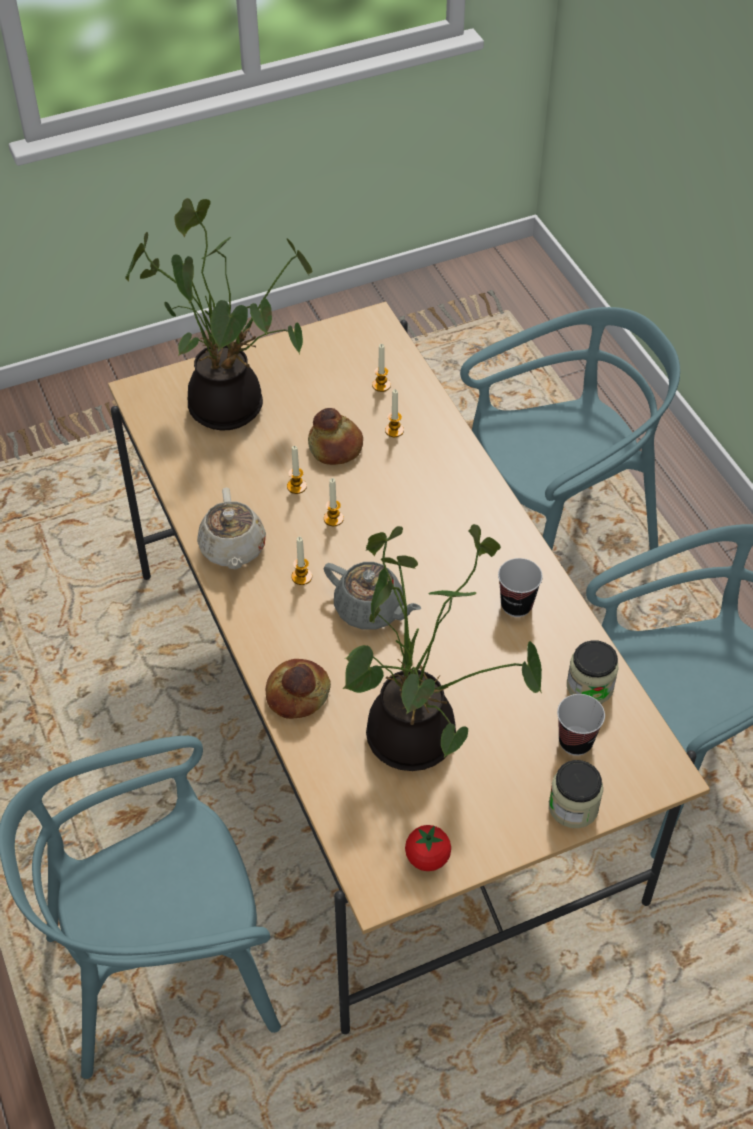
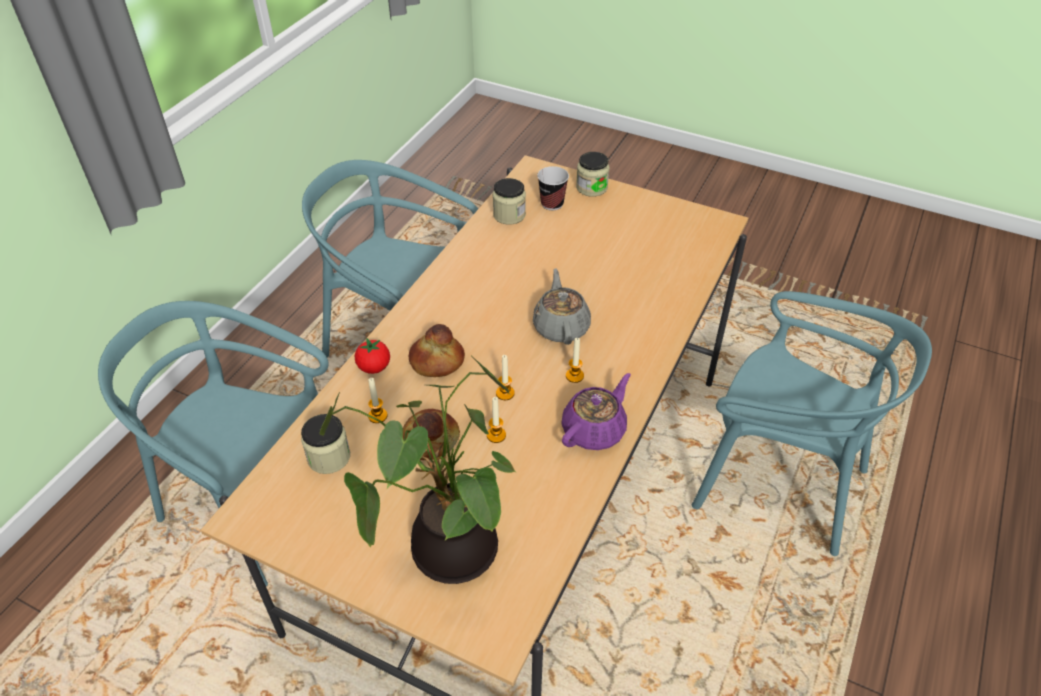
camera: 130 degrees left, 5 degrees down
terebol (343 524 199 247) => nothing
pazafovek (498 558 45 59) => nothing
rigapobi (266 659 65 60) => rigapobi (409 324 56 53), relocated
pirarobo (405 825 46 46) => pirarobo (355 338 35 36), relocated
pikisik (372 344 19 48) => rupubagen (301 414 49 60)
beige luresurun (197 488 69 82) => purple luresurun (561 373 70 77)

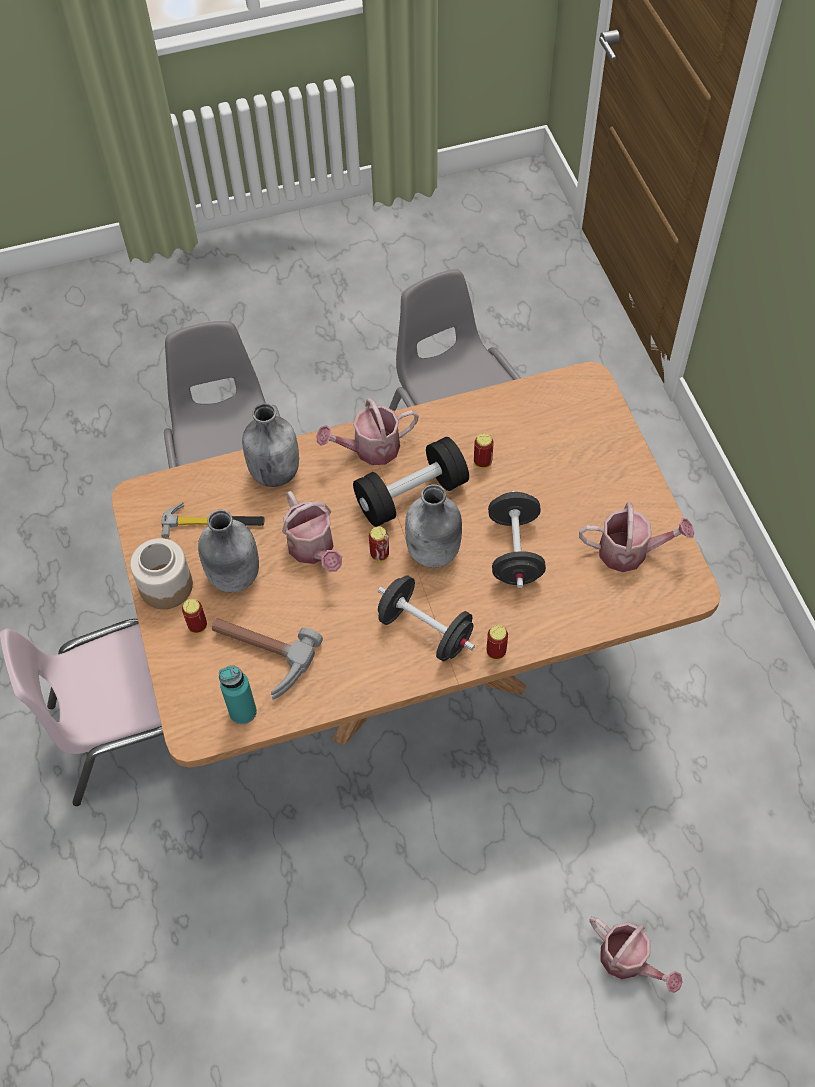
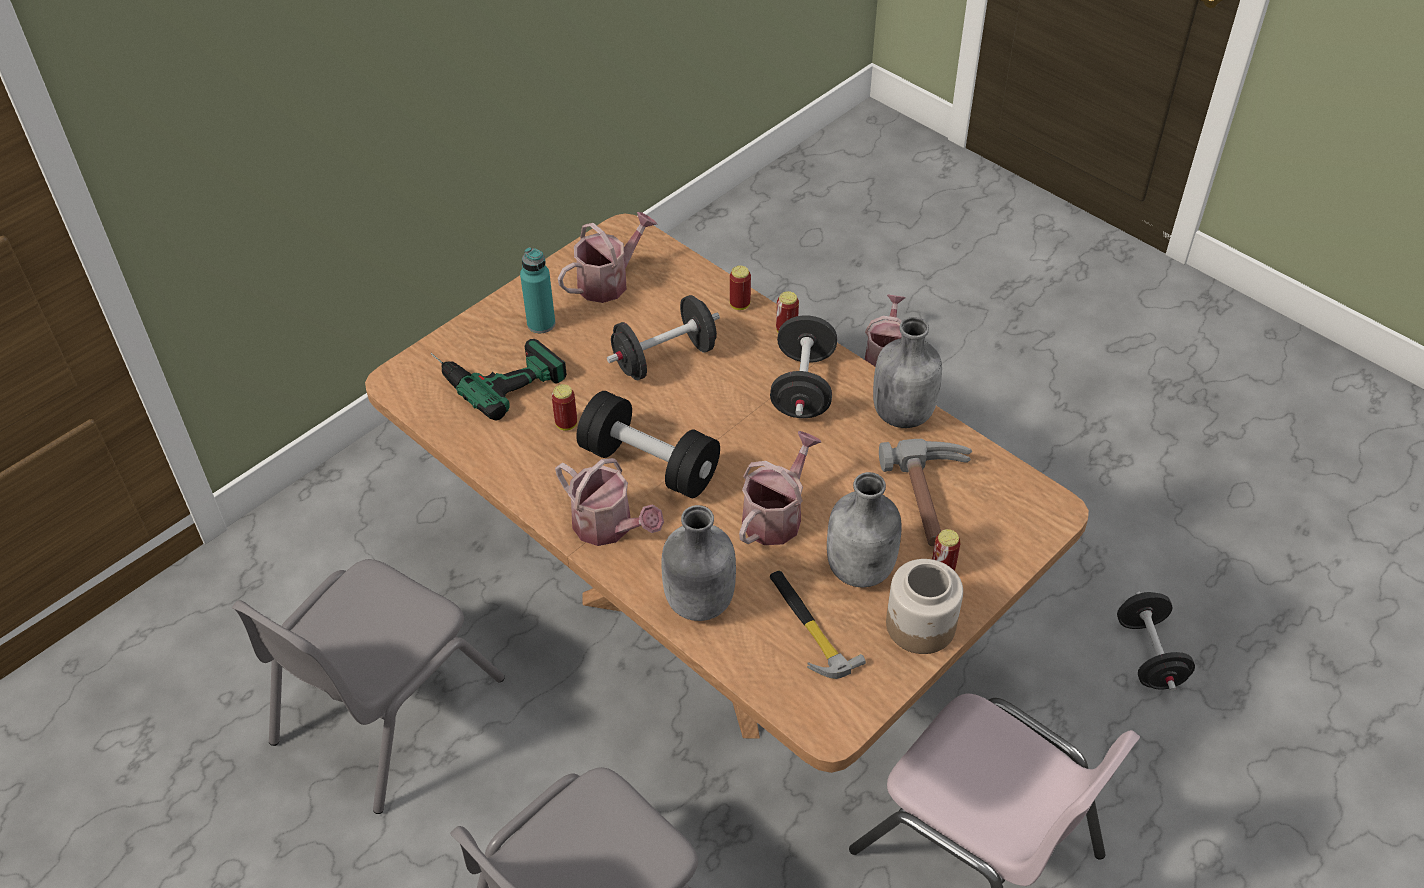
camera: 120 degrees left, 10 degrees down
nothing => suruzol (431 339 136 82)
nothing => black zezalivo (1117 591 78 100)
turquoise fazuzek (219 665 38 59) => turquoise fazuzek (520 247 35 86), relocated
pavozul (369 526 20 36) => pavozul (730 266 21 44), relocated
grey fazuzek (405 484 57 84) => grey fazuzek (873 317 69 111), relocated
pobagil (579 502 115 70) => pobagil (558 212 99 91), 75 degrees clockwise

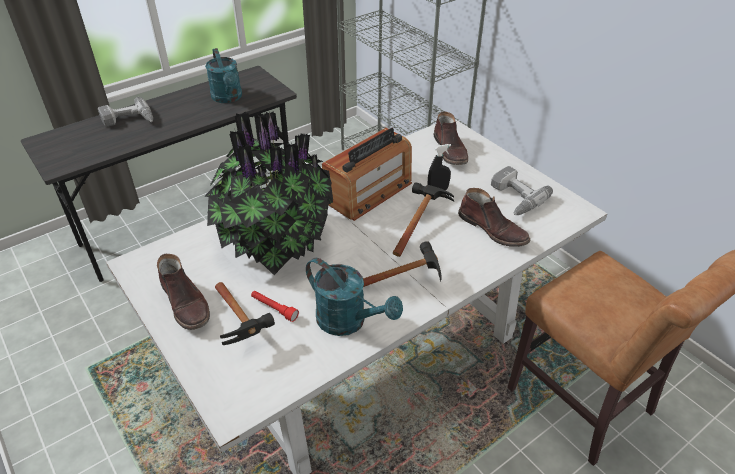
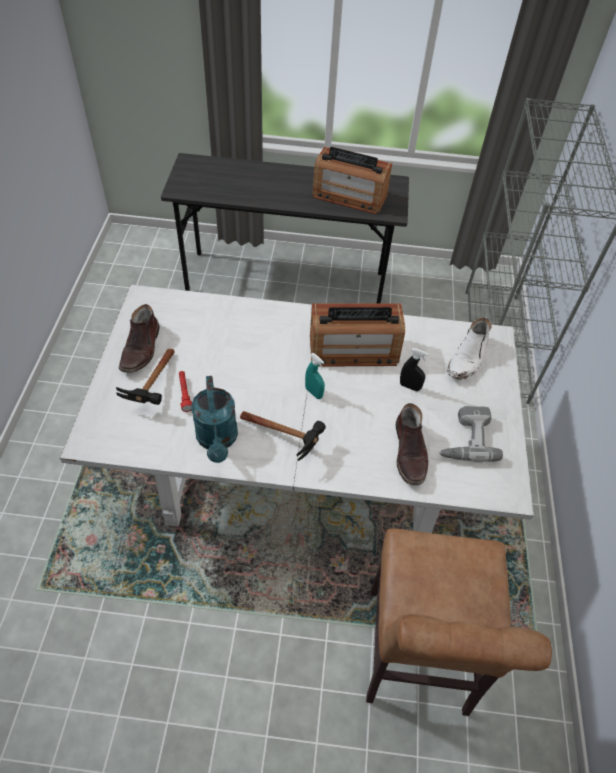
camera: 40 degrees right, 10 degrees up
suruzol (98 97 55 30) => nothing
terebol (204 111 129 164) => nothing
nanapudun (393 182 61 75) => nothing
nothing => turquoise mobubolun (305 353 20 46)
turquoise pobagil (205 48 37 55) => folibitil (312 147 80 67)
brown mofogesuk (434 111 34 54) => white mofogesuk (447 317 45 63)

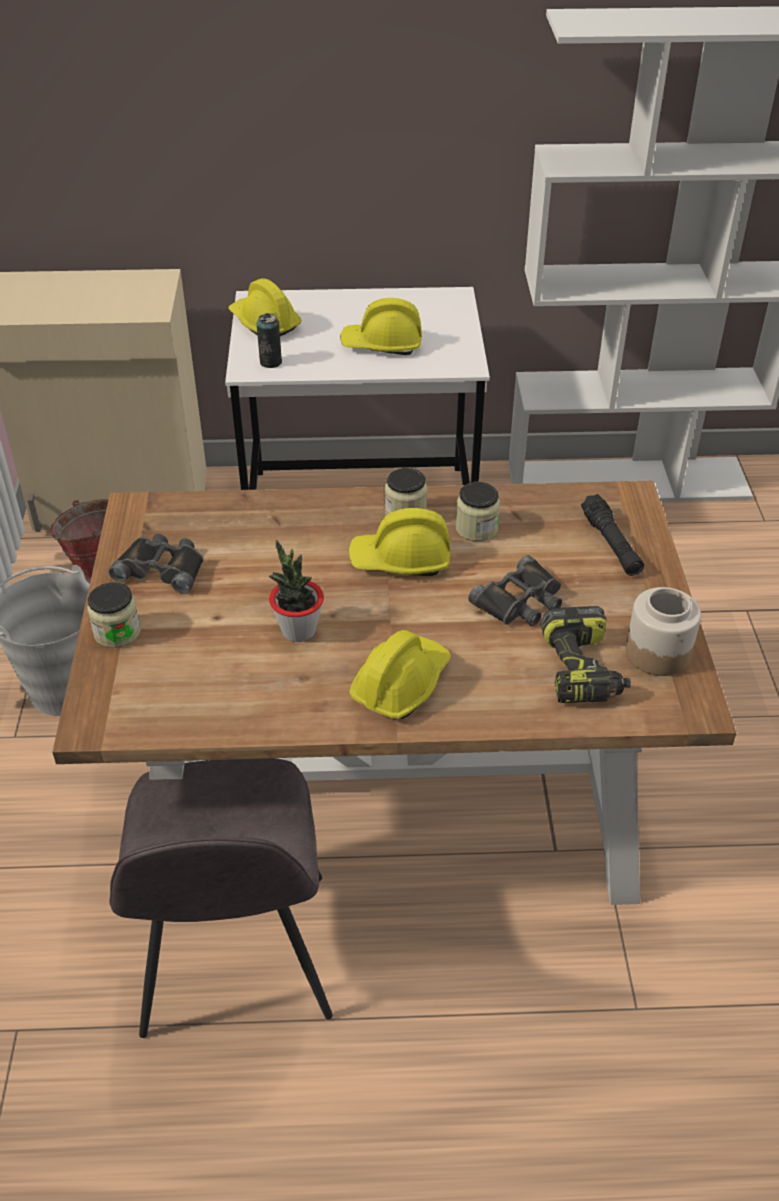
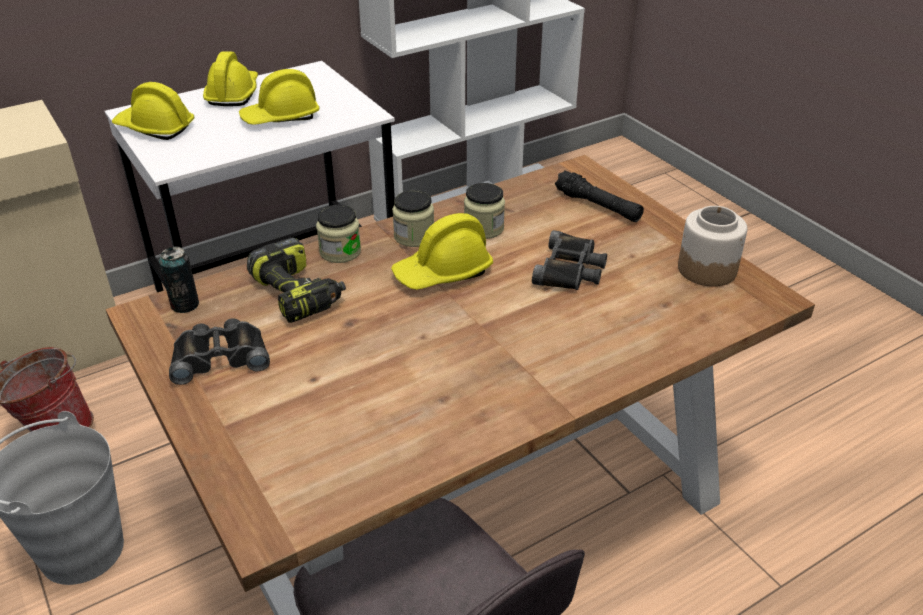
camera: 30 degrees left, 5 degrees down
terebol (268 540 56 102) => nothing
rupubagen (87 582 54 66) => rupubagen (316 205 45 58), relocated
pavozul (256 313 26 55) => pavozul (159 246 40 67), relocated
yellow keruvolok (349 630 102 89) => yellow keruvolok (203 51 55 55), relocated
suruzol (541 606 90 97) => suruzol (247 237 99 86), relocated

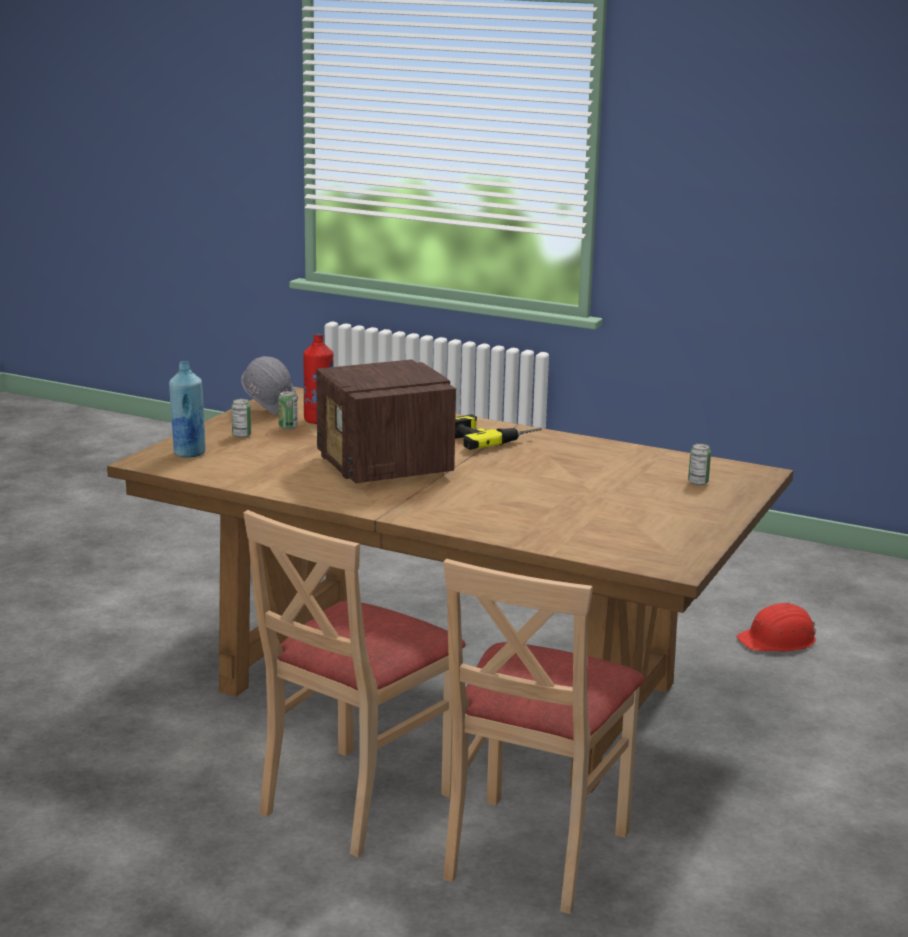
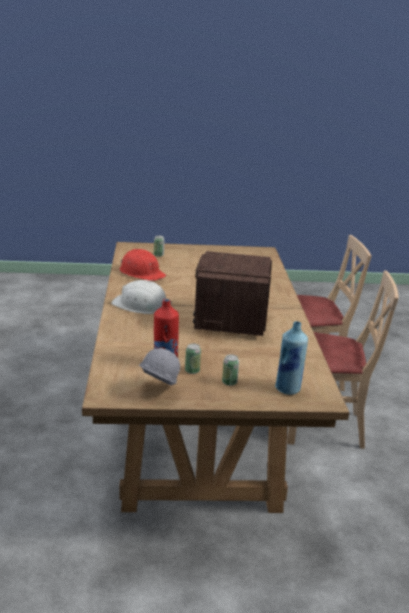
camera: 120 degrees left, 5 degrees up
red keruvolok (737 603 79 49) => red keruvolok (120 249 46 32), relocated
suruzol (455 414 87 36) => white keruvolok (111 280 61 34)
folibitil (316 359 140 124) => folibitil (193 251 79 85), 150 degrees clockwise

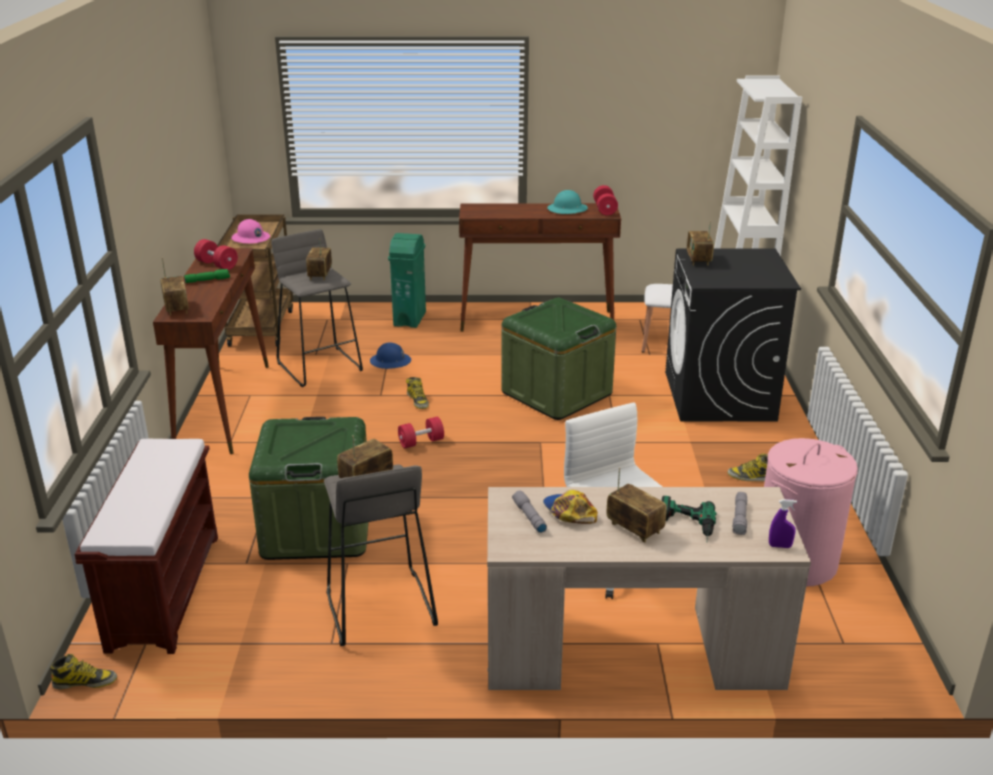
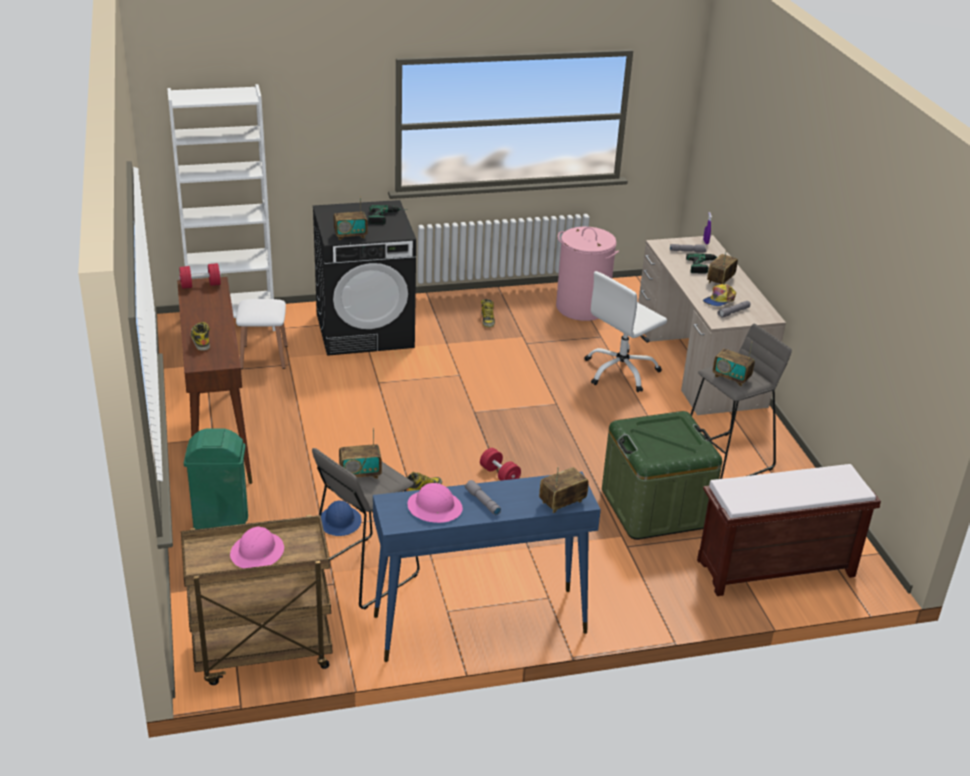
camera: 105 degrees left, 5 degrees up
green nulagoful (501 297 115 123) => nothing
turquoise keruvolok (547 190 41 24) => nothing
nothing => suruzol (369 205 38 19)
mofogesuk (51 654 66 35) => mofogesuk (191 322 19 29), relocated
red zezalivo (194 239 44 31) => pink keruvolok (407 483 56 40)
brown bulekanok (153 248 116 206) => blue bulekanok (373 472 228 190)
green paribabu (184 269 46 14) => grey paribabu (465 480 36 35)

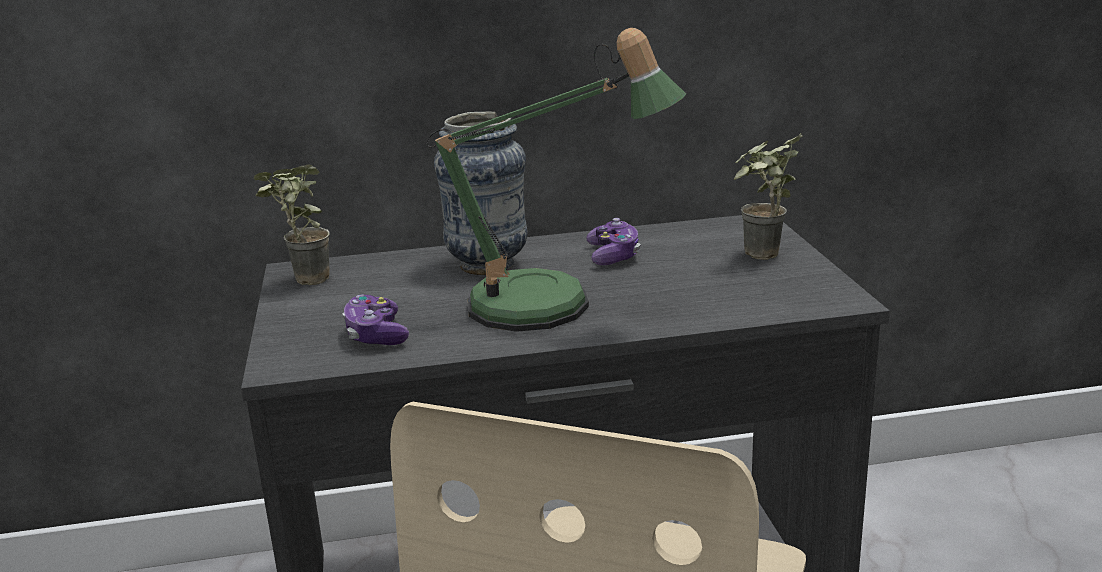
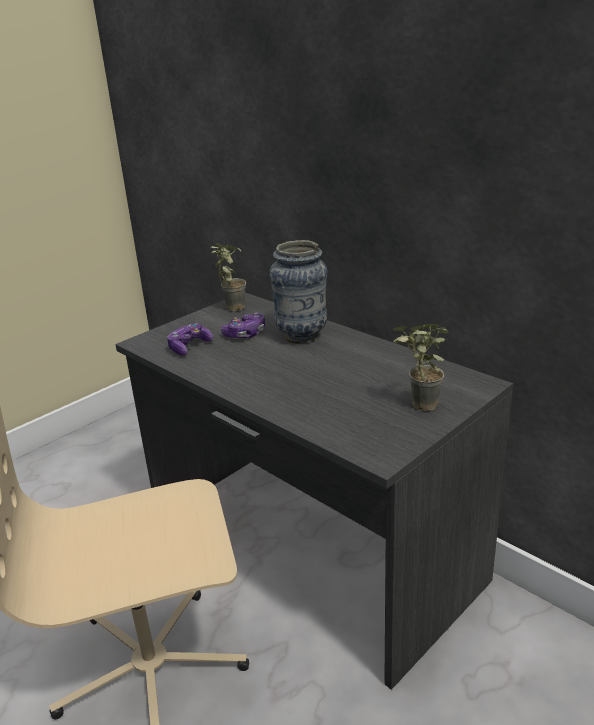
camera: 55 degrees right, 5 degrees up
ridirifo (427 28 259 304) => nothing
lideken (586 218 54 47) => lideken (221 312 44 26), relocated

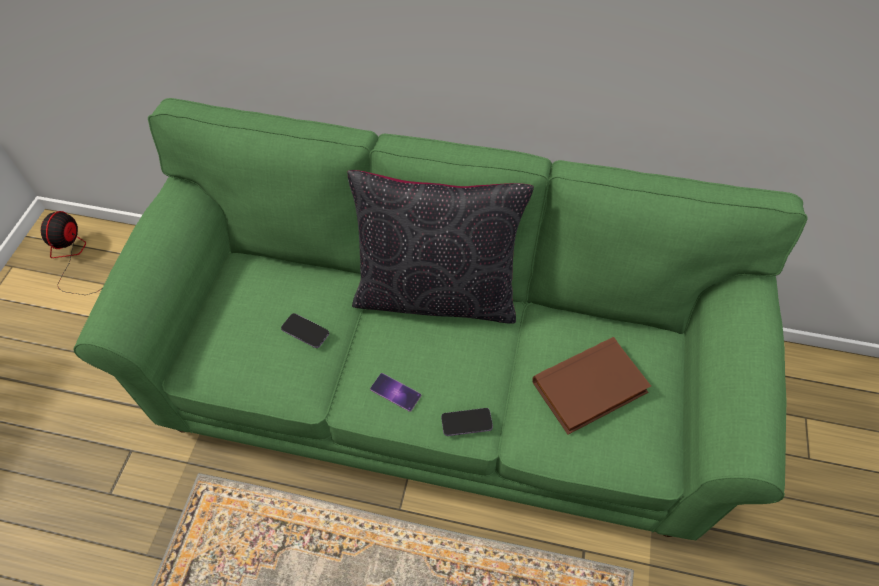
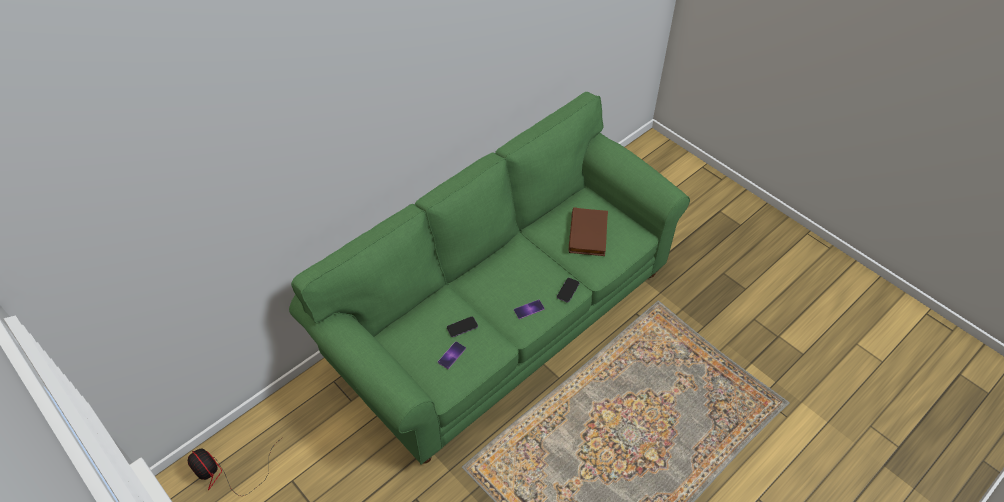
camera: 55 degrees left, 5 degrees down
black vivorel (348 170 186 154) => nothing
nothing => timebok (438 342 28 27)

